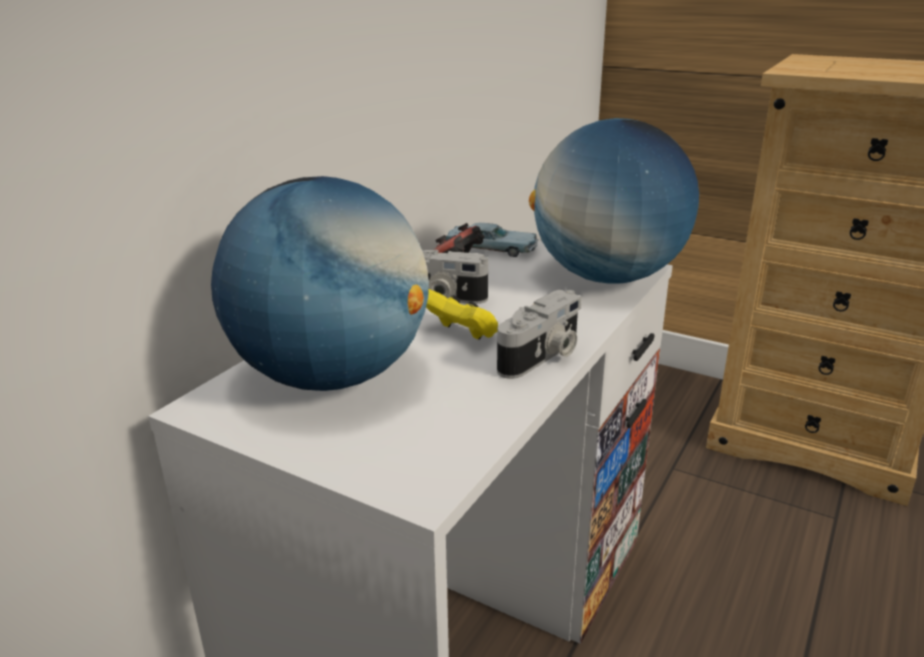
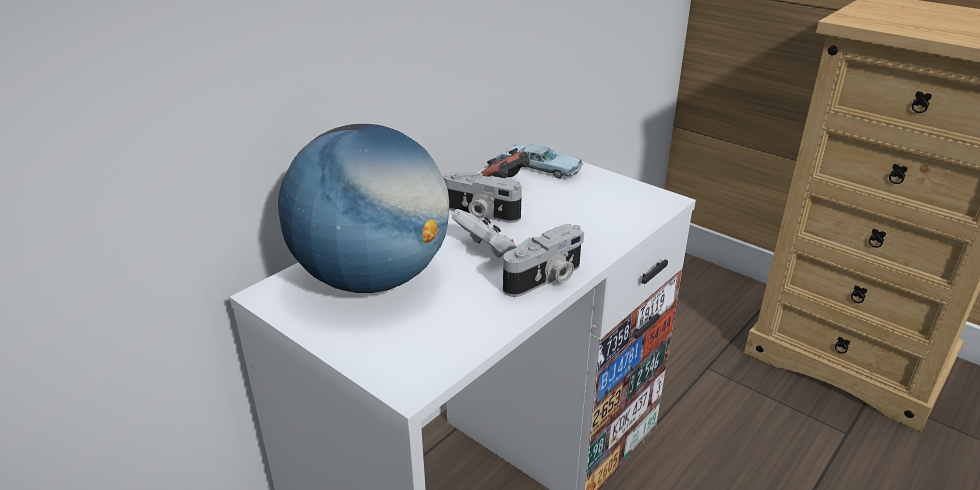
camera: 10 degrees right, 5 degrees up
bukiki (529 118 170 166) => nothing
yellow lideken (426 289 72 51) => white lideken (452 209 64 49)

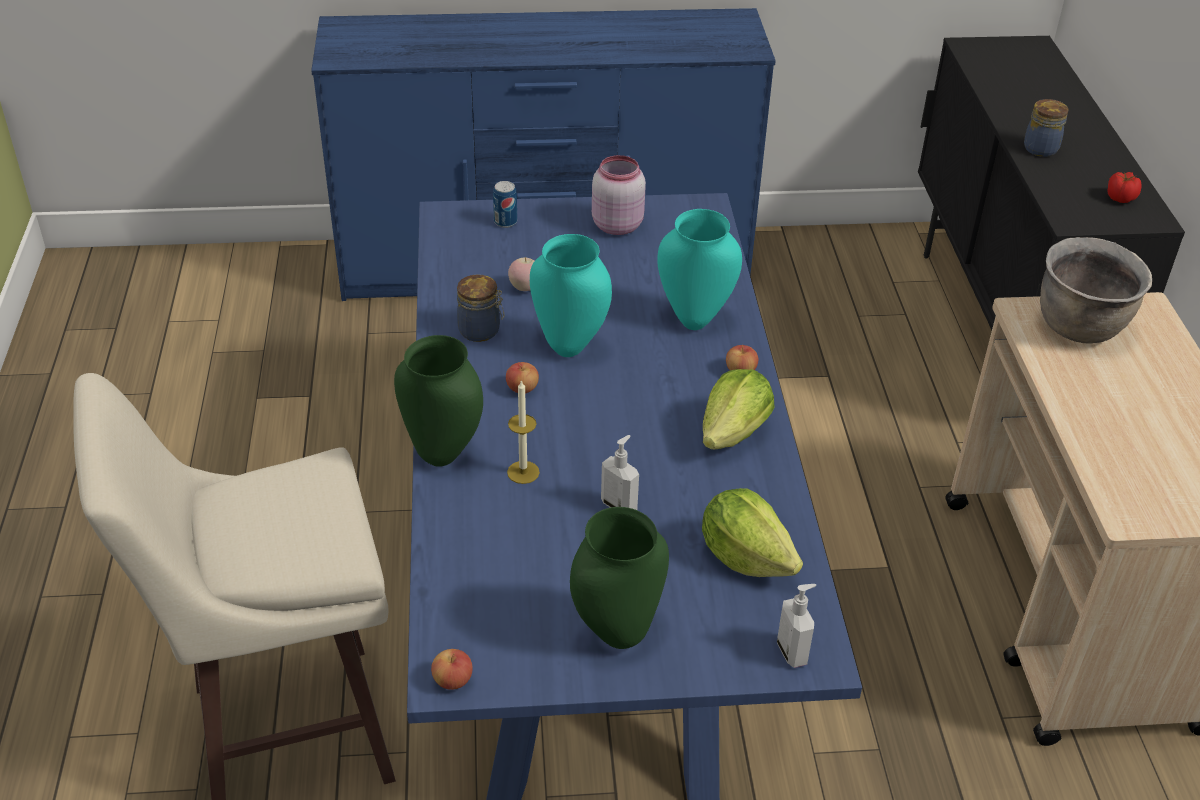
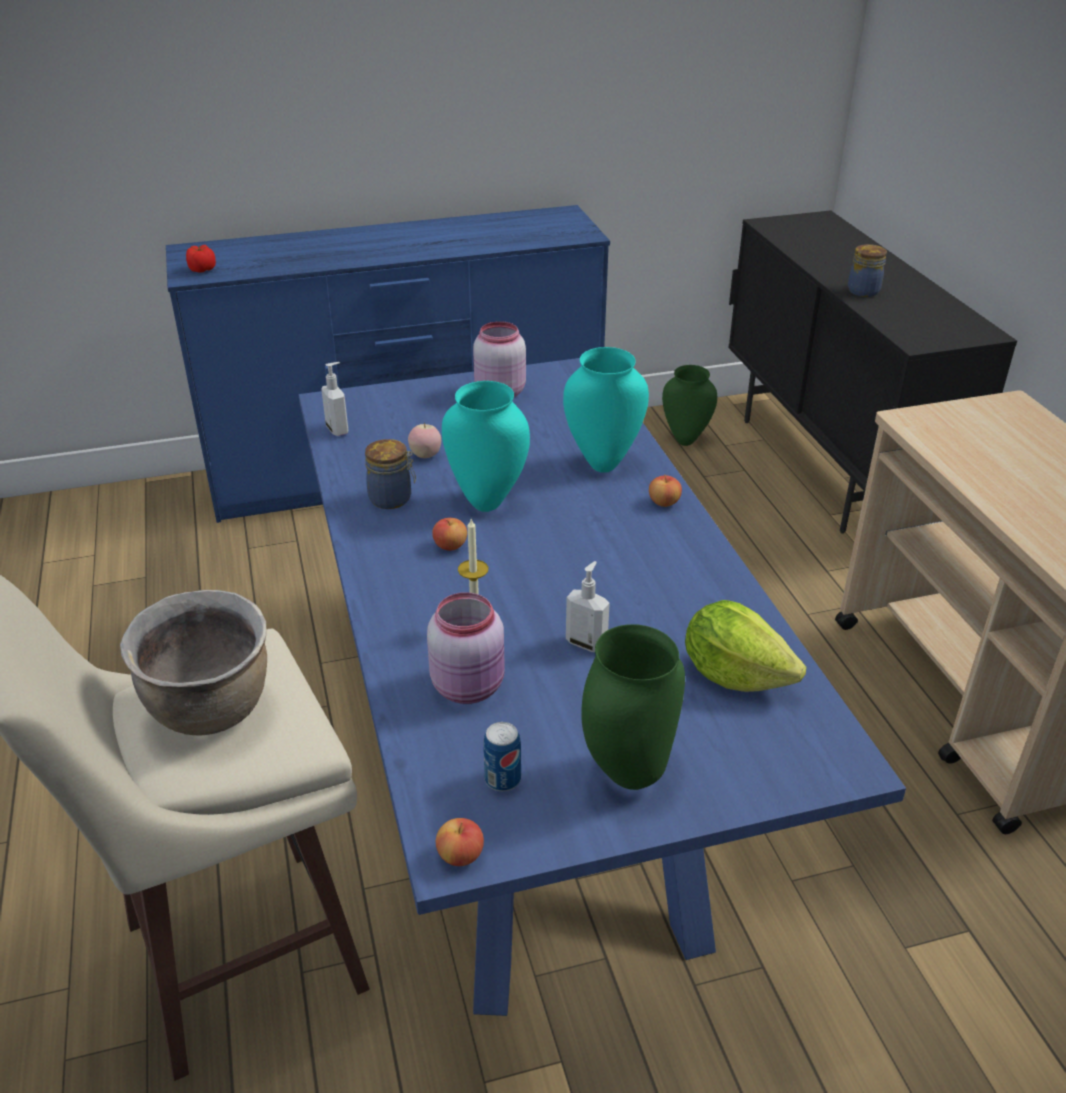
camera: 10 degrees left, 5 degrees down
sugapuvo (703 369 72 80) => nothing
nothing => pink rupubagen (427 592 78 112)
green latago (394 335 89 132) => green latago (662 365 55 81), relocated
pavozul (493 181 24 47) => pavozul (483 722 38 69), relocated
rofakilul (777 584 39 84) => rofakilul (321 362 27 74), relocated
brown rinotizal (1040 237 112 107) => brown rinotizal (120 590 147 146), relocated
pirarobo (1107 172 34 31) => pirarobo (186 245 30 28), relocated

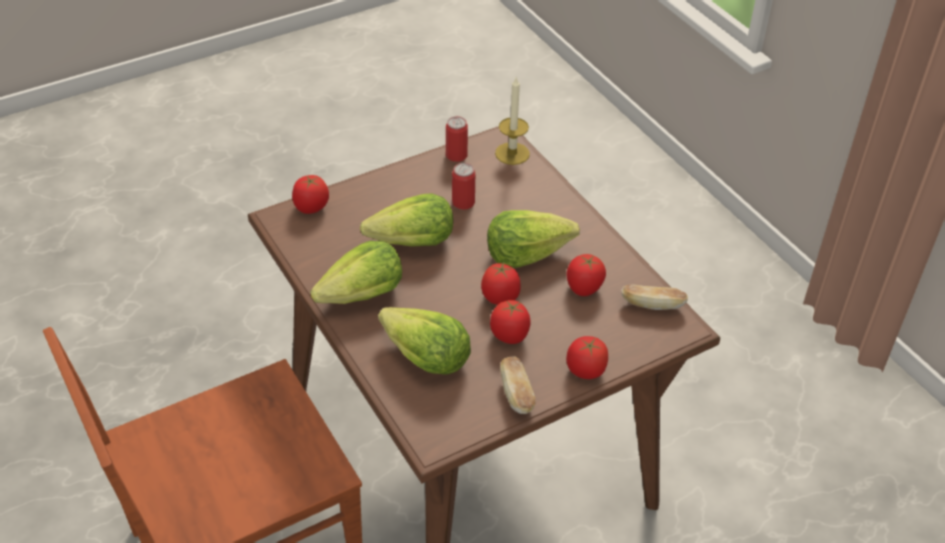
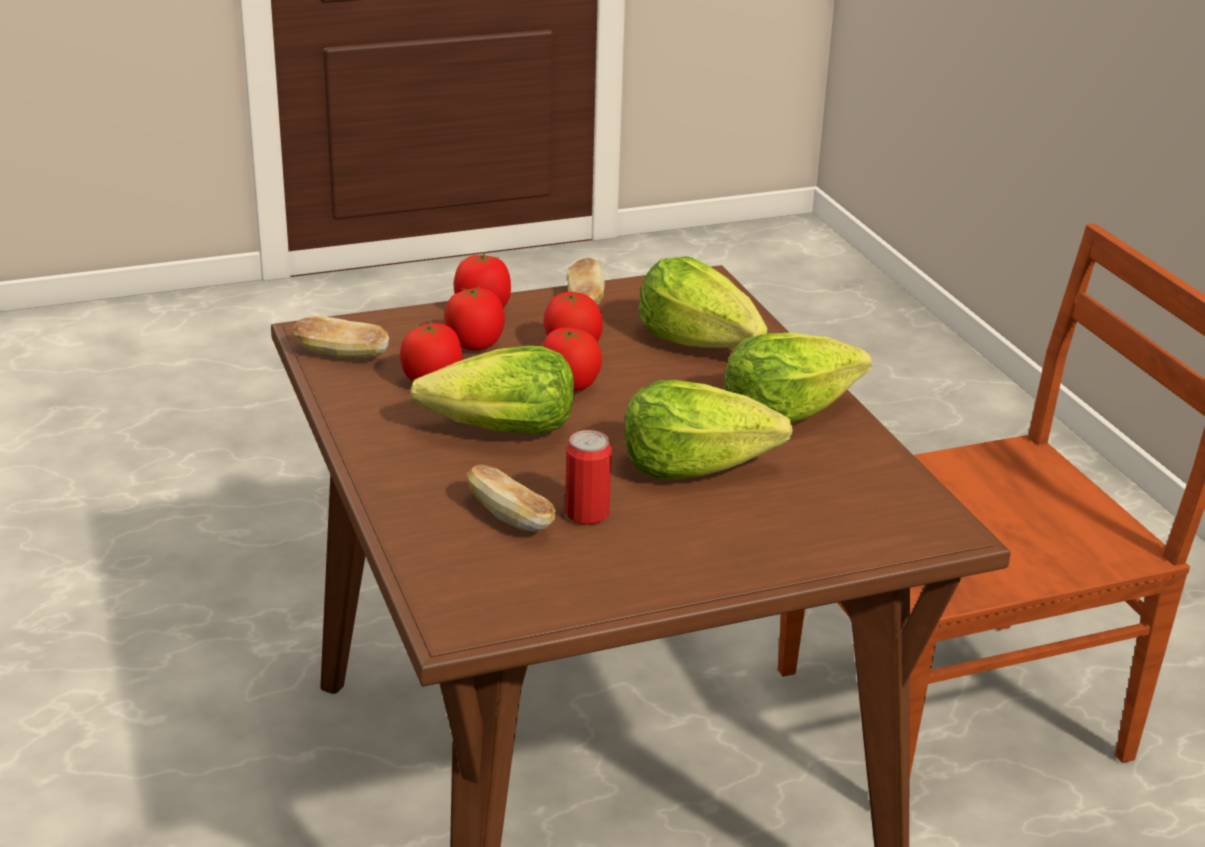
camera: 170 degrees left, 15 degrees down
pavozul (446 116 22 46) => nothing
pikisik (495 78 35 87) => nothing
nothing => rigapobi (467 465 89 66)
pirarobo (292 175 37 39) => pirarobo (444 286 61 64), relocated

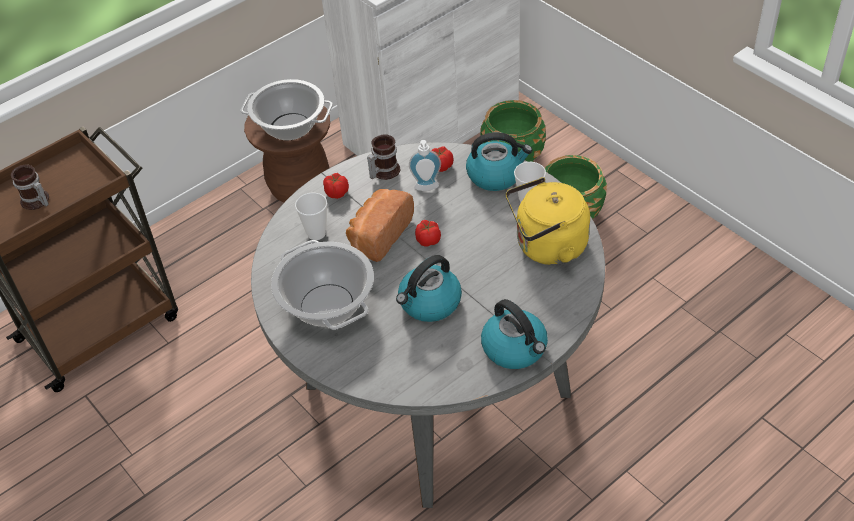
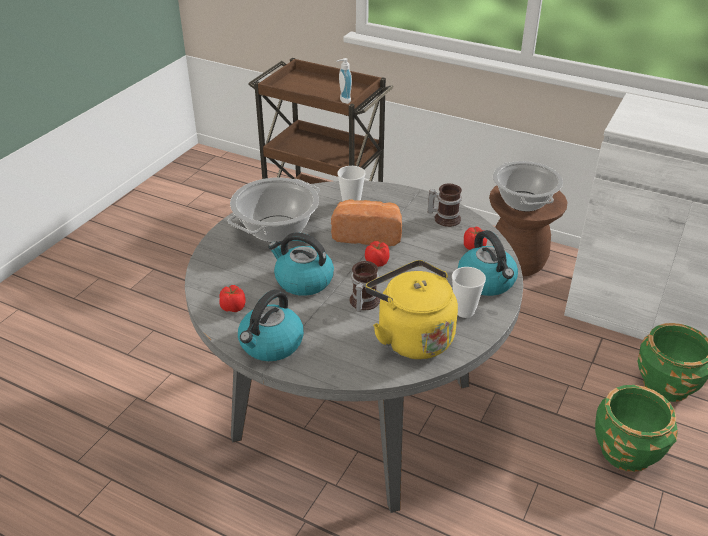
camera: 65 degrees right, 10 degrees down
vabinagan (11 165 38 45) => vabinagan (350 261 30 51), relocated
pirarobo (323 173 26 26) => pirarobo (219 285 27 27), relocated
rofakilul (409 140 32 51) => rofakilul (337 58 15 46), relocated

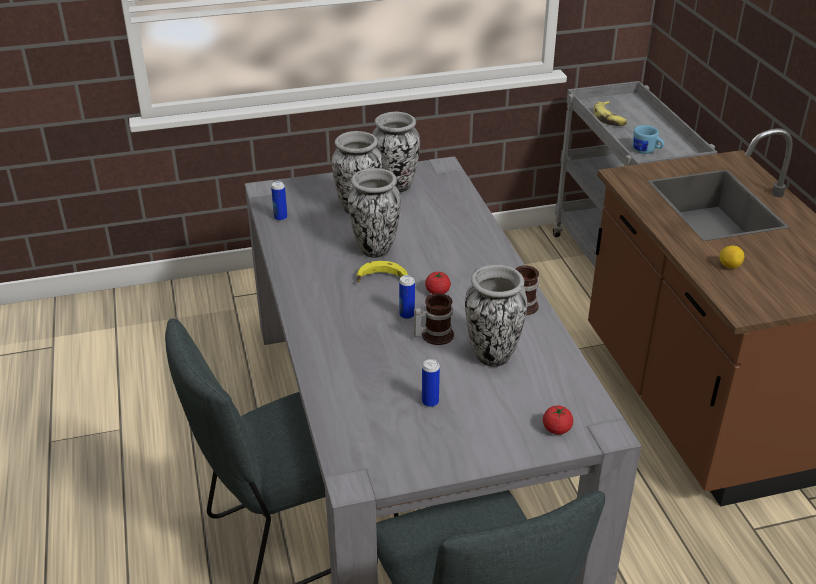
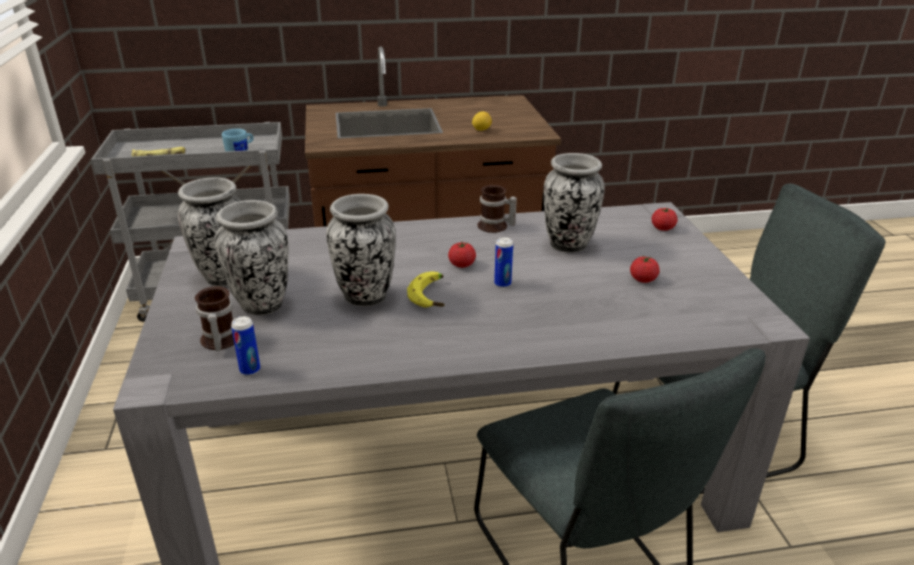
camera: 85 degrees left, 5 degrees down
vabinagan (414 294 40 51) => vabinagan (195 286 39 65), relocated
pavozul (422 359 18 48) => pirarobo (630 255 30 28)

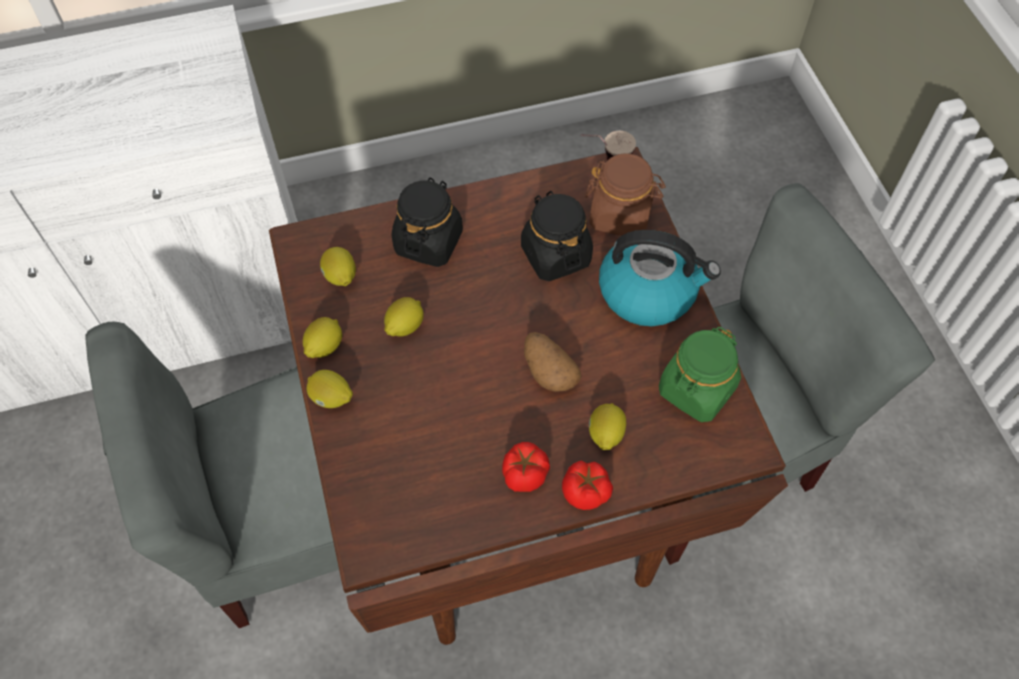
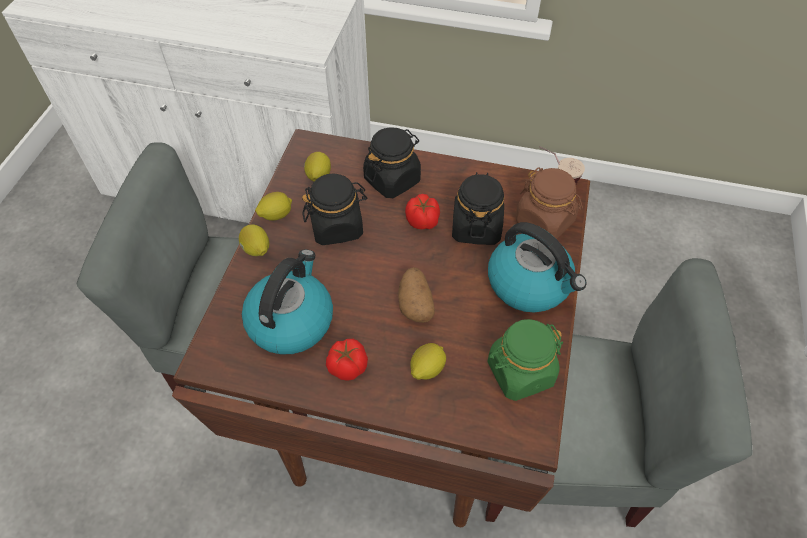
camera: 30 degrees right, 5 degrees down
nothing => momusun (242 249 91 105)
pirarobo (562 460 51 50) => pirarobo (405 194 35 35), relocated
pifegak (384 297 40 39) => black rupubagen (302 173 65 72)

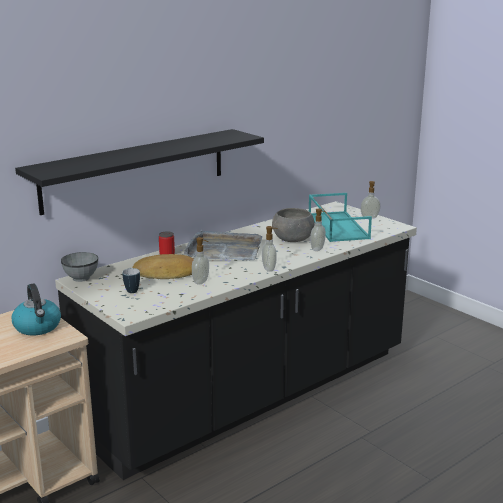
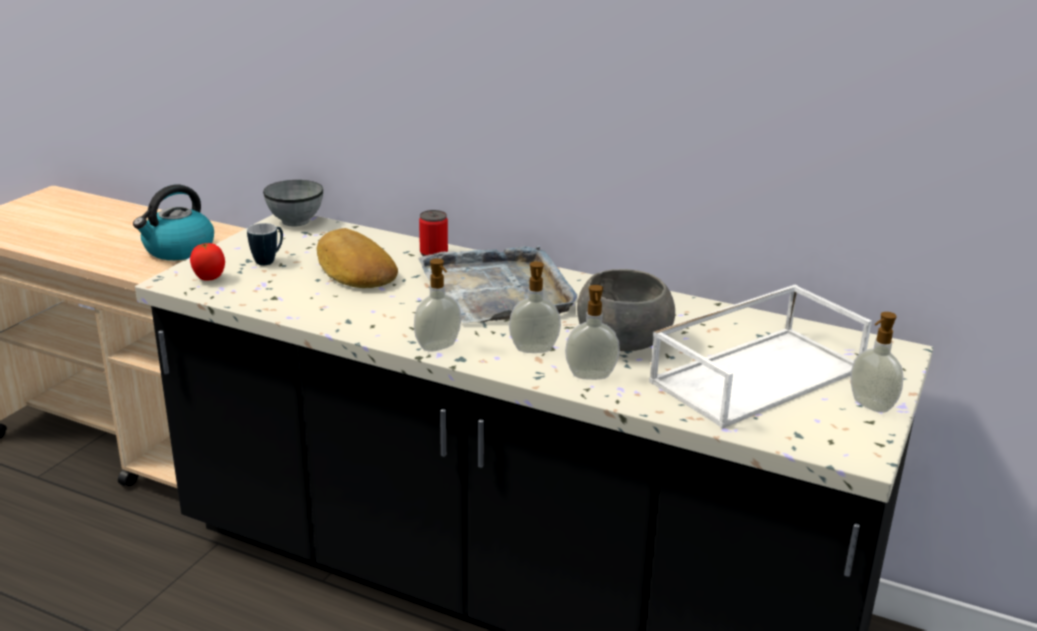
camera: 65 degrees right, 5 degrees up
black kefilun (15 129 249 86) => nothing
nothing => pirarobo (190 243 35 38)
rofakilul (192 237 17 47) => rofakilul (509 262 52 91), relocated
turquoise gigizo (309 193 63 49) => white gigizo (649 285 223 144)

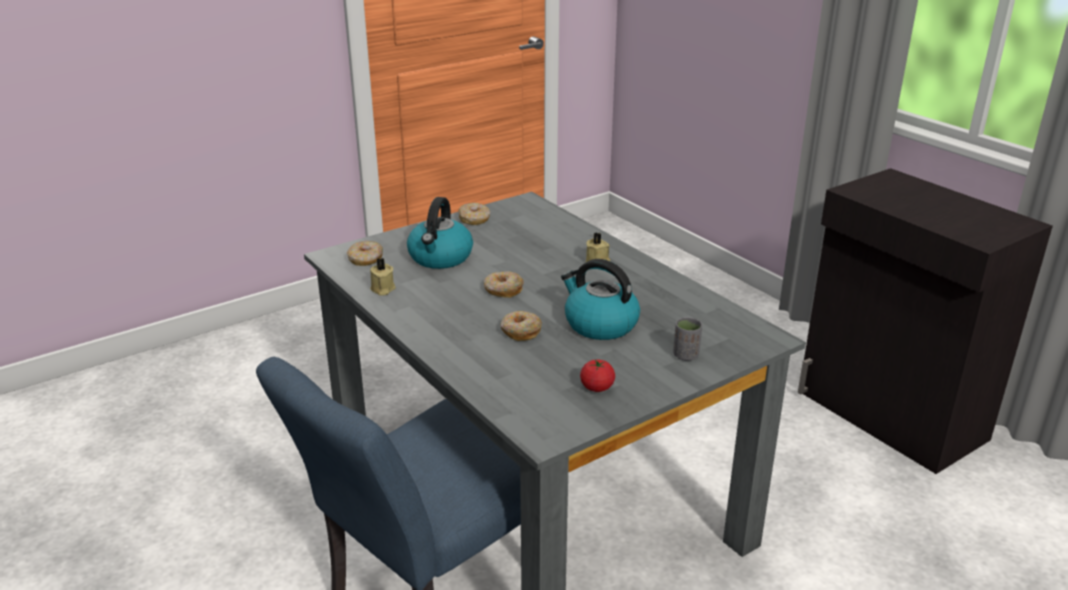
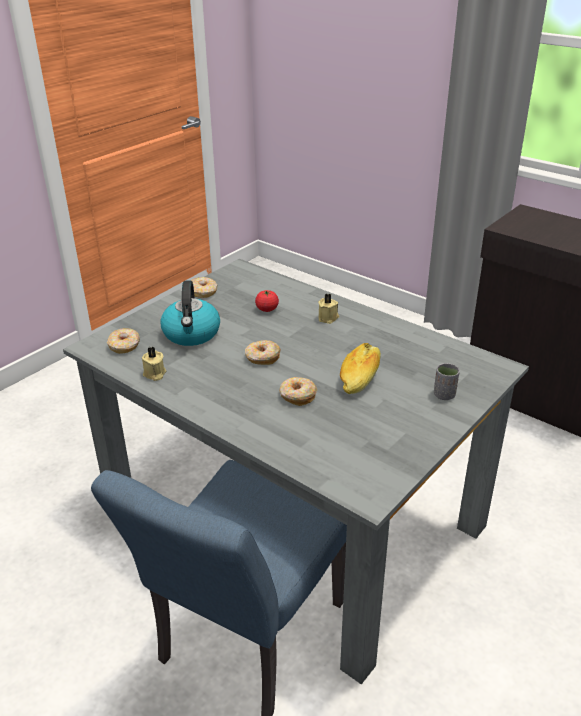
camera: 15 degrees left, 5 degrees up
pirarobo (580 359 35 33) => pirarobo (255 290 24 22), relocated
momusun (561 259 79 81) => rigapobi (340 343 41 51)

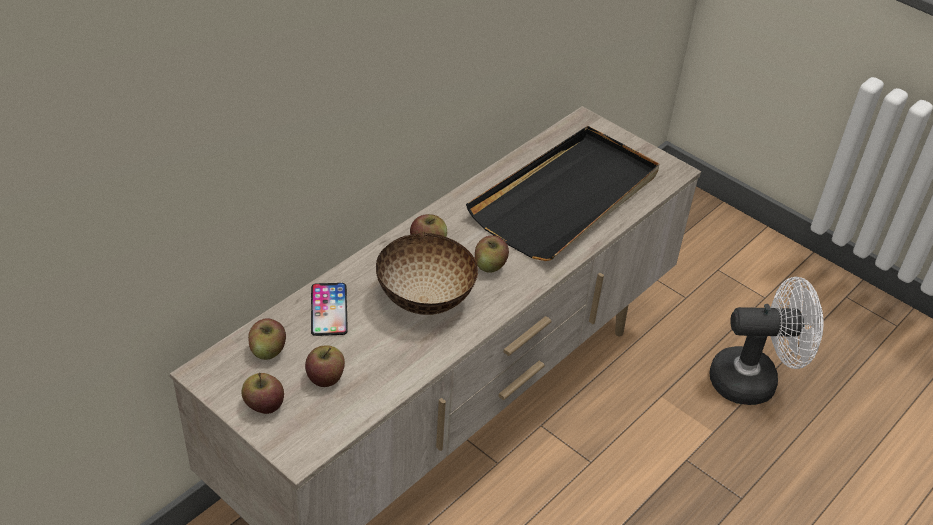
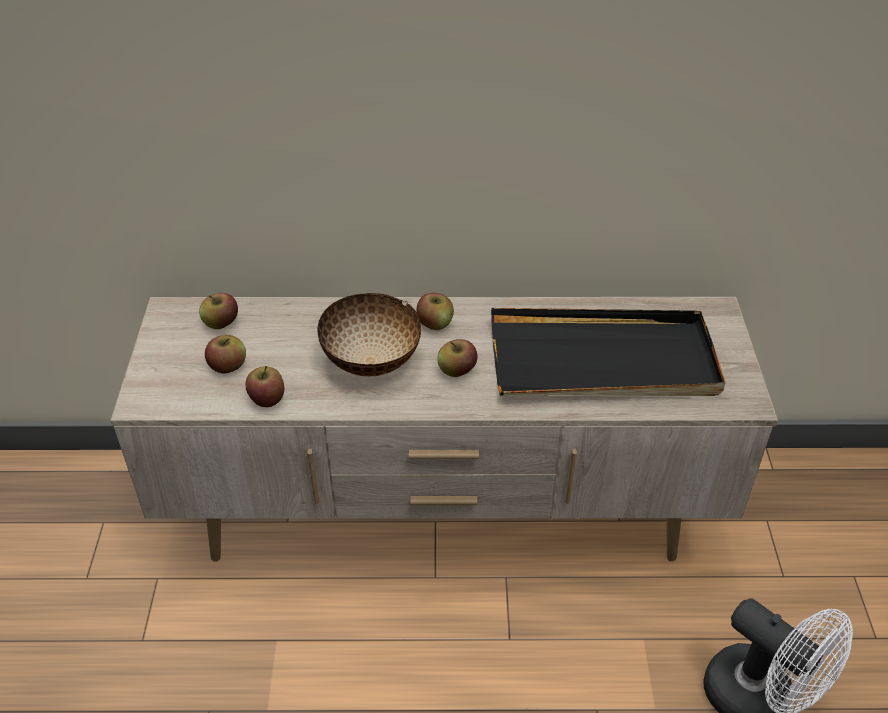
camera: 50 degrees right, 0 degrees up
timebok (311 283 37 53) => nothing
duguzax (241 373 43 41) => duguzax (245 366 39 41), relocated

